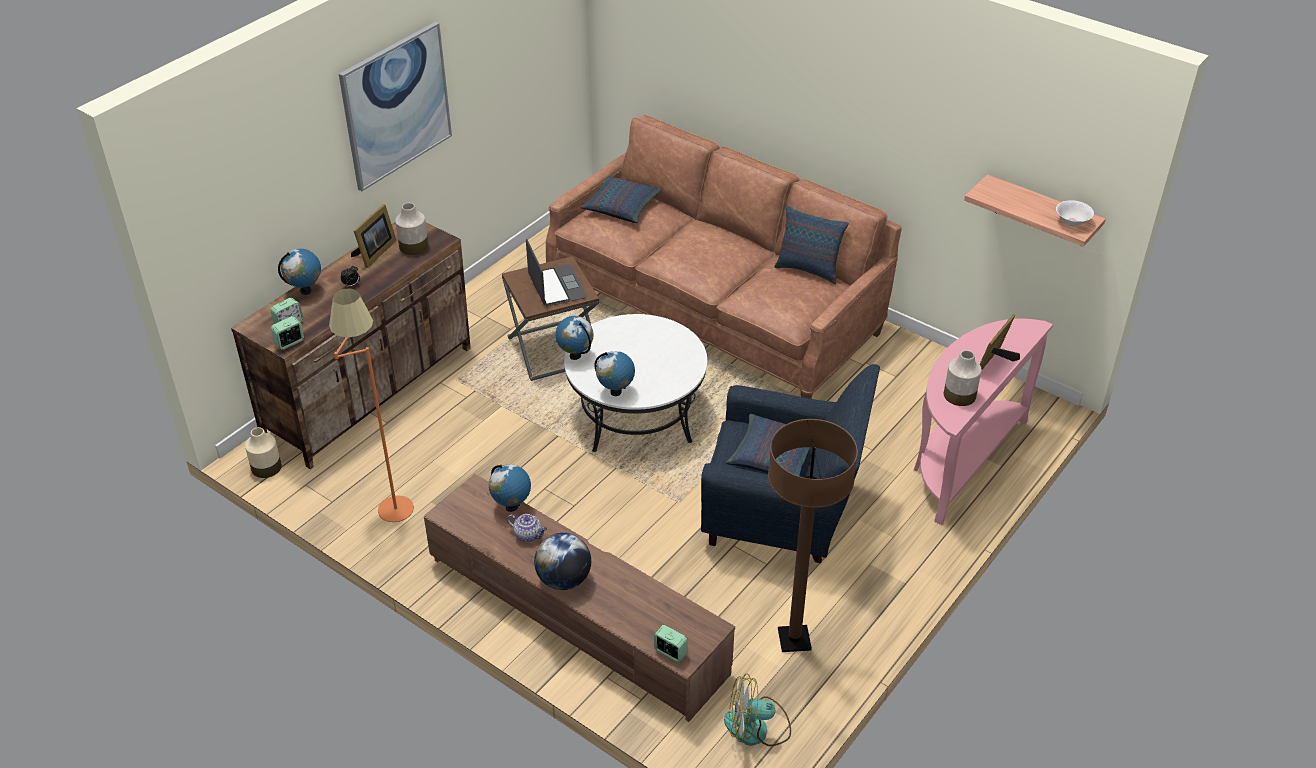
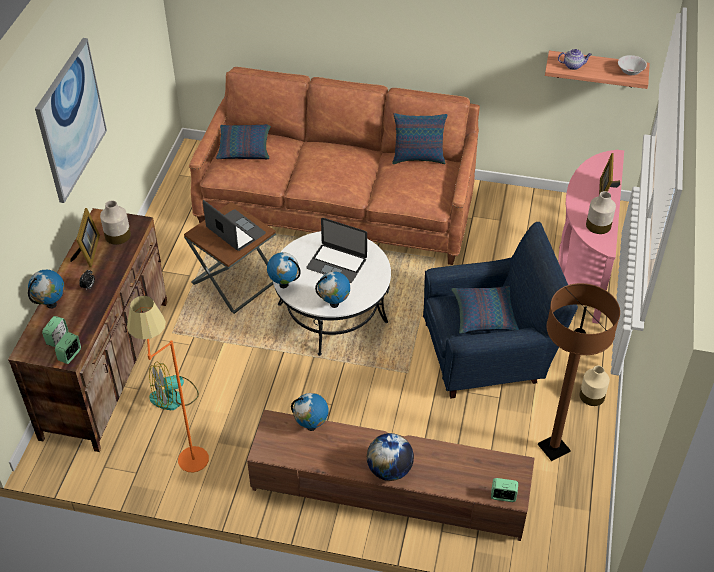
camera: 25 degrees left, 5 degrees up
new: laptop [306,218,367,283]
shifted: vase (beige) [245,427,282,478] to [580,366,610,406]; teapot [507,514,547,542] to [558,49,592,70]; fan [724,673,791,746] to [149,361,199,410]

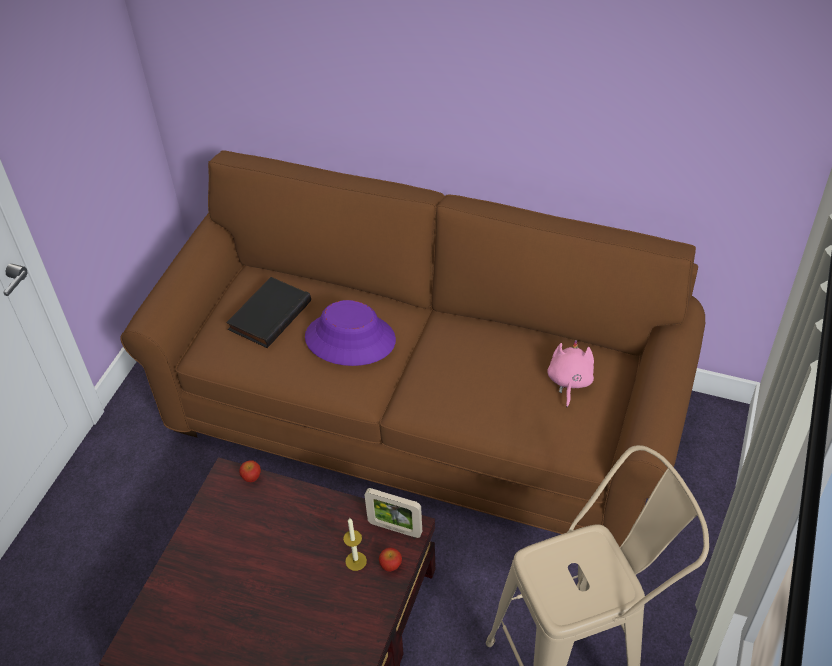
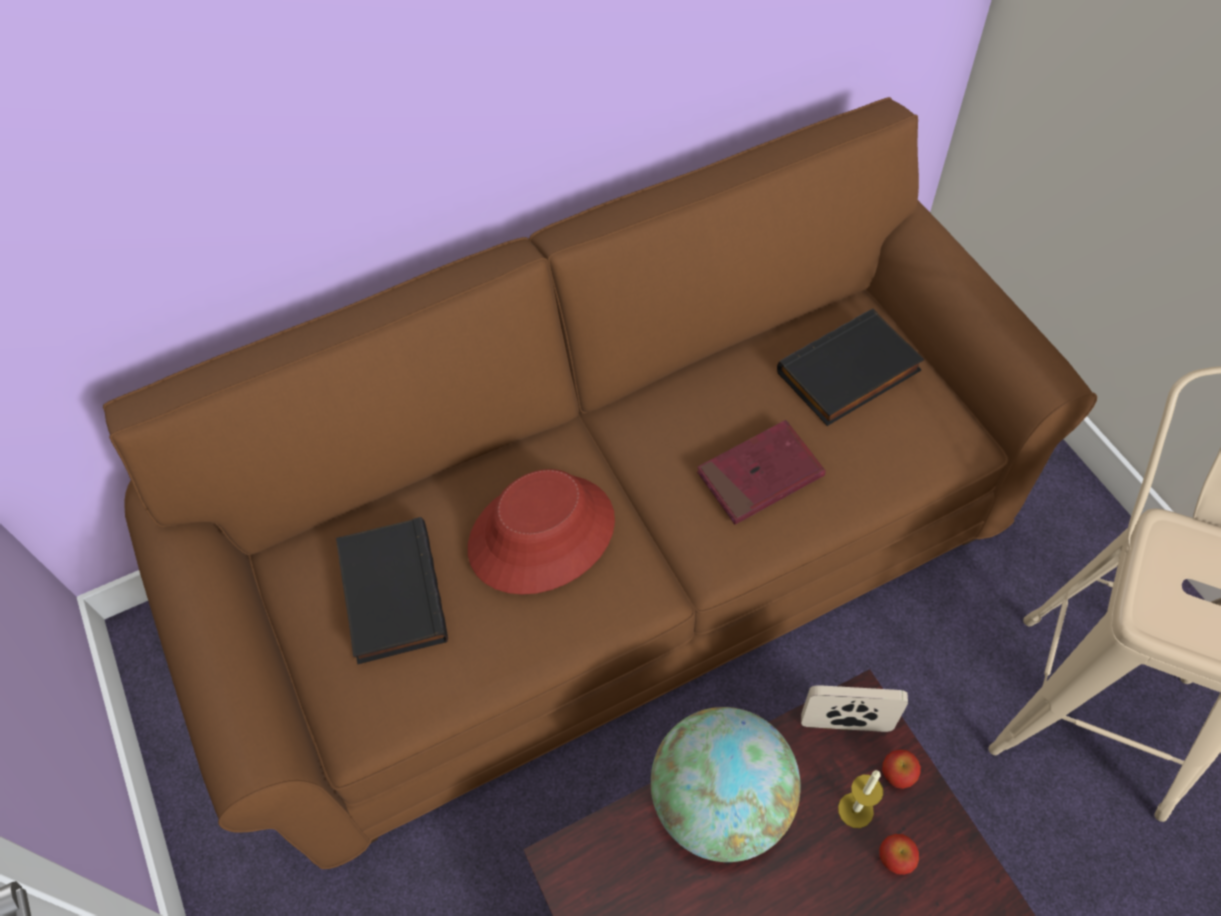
camera: 45 degrees left, 10 degrees up
new: globe [651,707,801,862]; book (red) [697,420,826,525]
shifted: apple [239,460,261,482] to [879,834,919,875]
swapped: plush toy (pink) [547,340,594,407] to book (black) [777,309,925,426]
repainted: hat (purple) [305,300,396,366] to hat (red) [468,469,615,594]
rotated: picture frame [365,488,422,538] = [801,685,908,732] 150 degrees counterclockwise

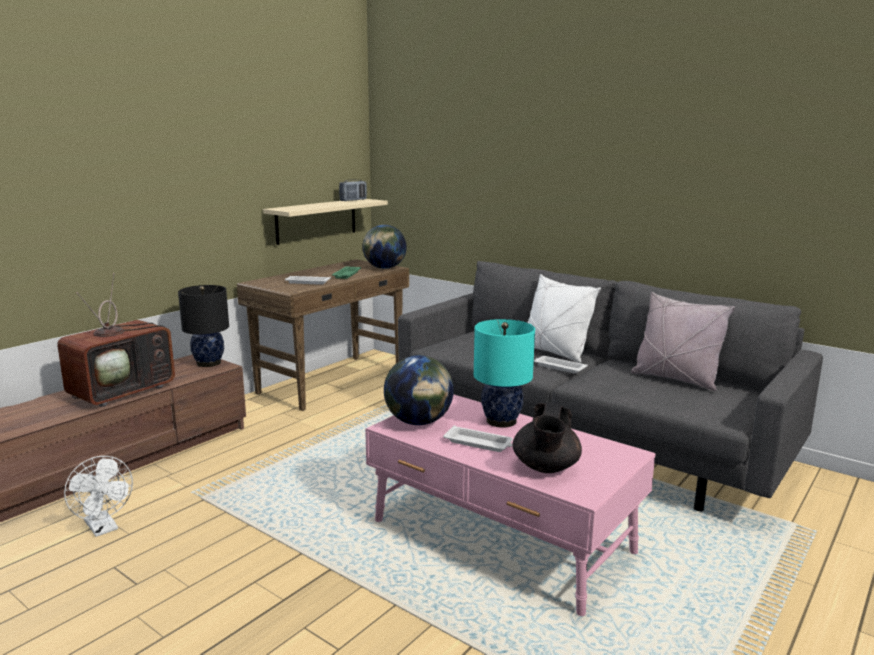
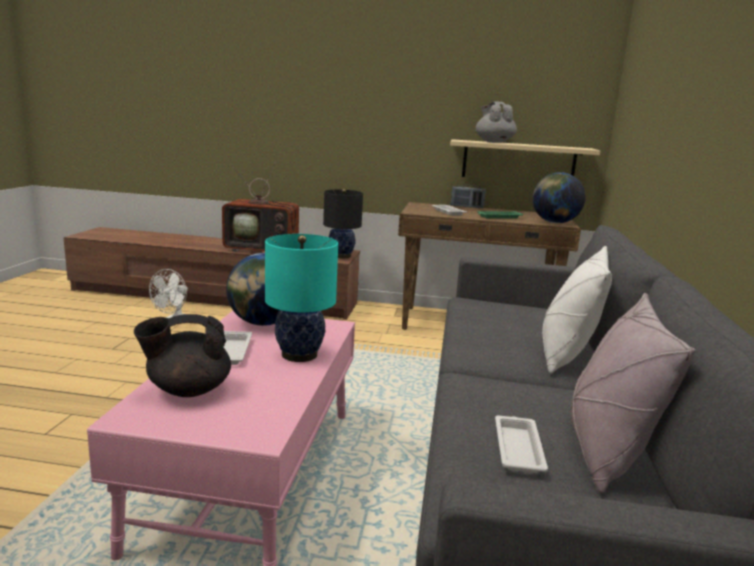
camera: 60 degrees right, 0 degrees up
new: teapot (grey) [475,102,517,143]
shifted: radio [339,179,367,201] to [451,185,486,208]; tray (white) [534,356,588,374] to [495,416,548,473]

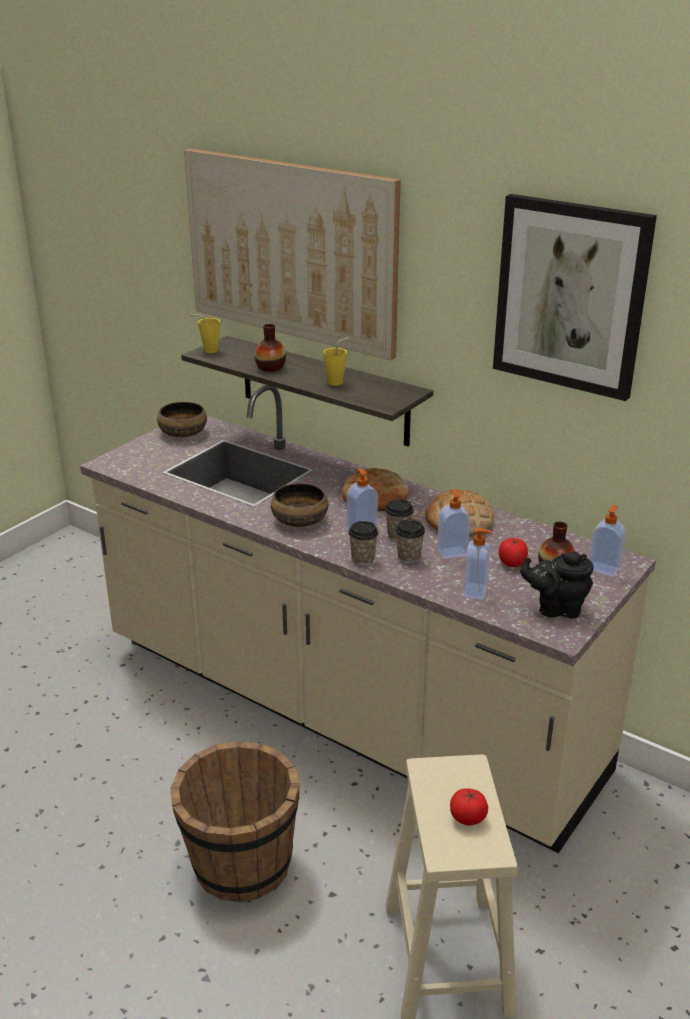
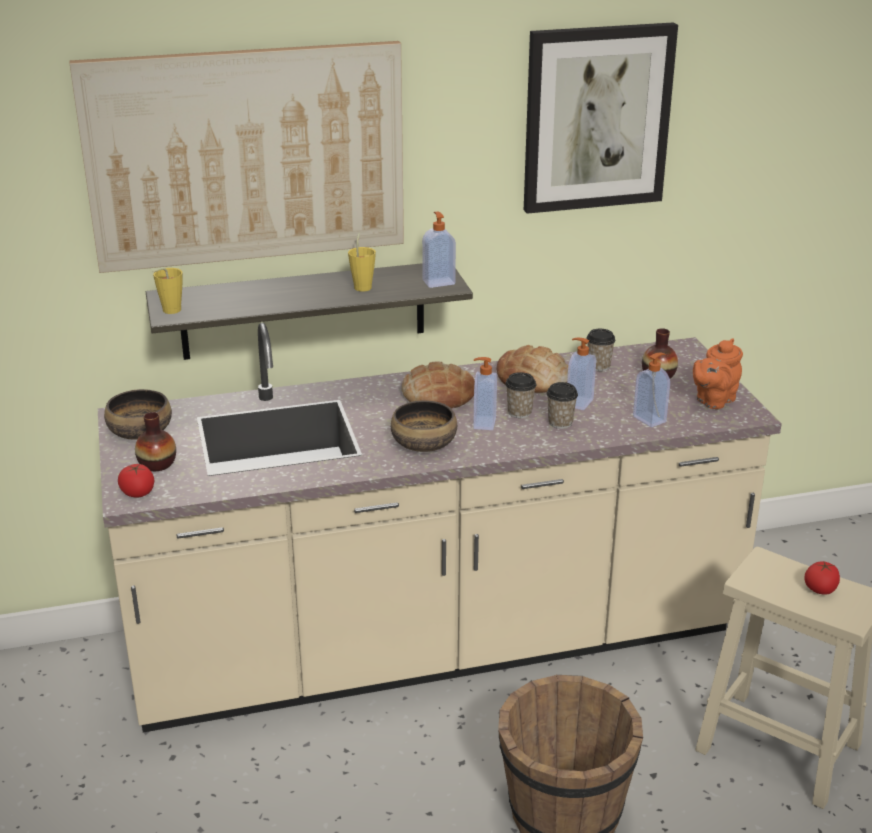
camera: 50 degrees left, 0 degrees up
shifted: vase [254,324,286,372] to [135,412,176,471]; cup [348,521,378,565] to [586,329,615,371]; tomato [499,538,528,567] to [118,464,154,498]; soap dispenser [589,505,626,577] to [422,212,456,288]
repainted: teapot (black) [520,551,593,619] to teapot (orange) [693,338,743,409]

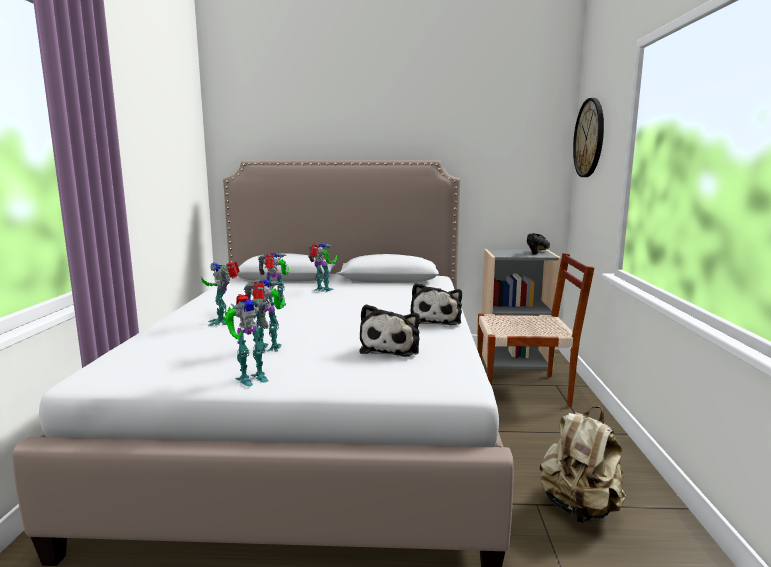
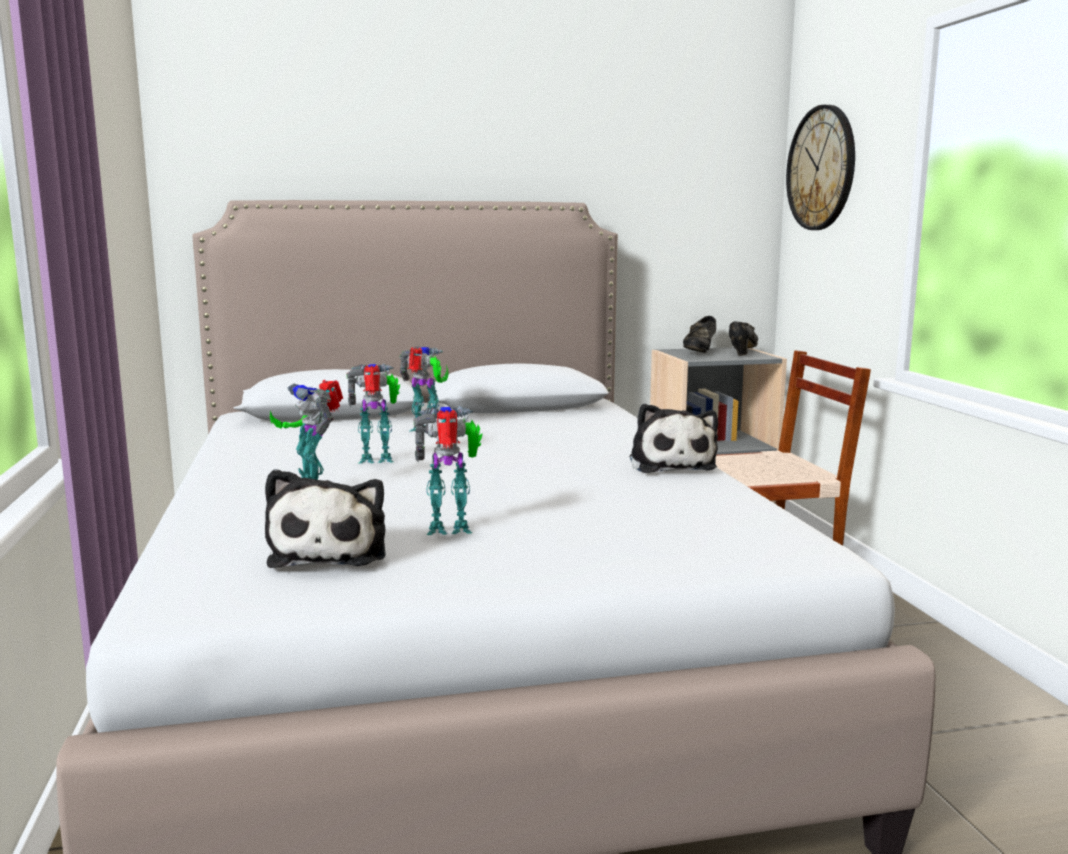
camera: 15 degrees left, 0 degrees up
gone: toy robot [223,294,268,386]; backpack (beige) [540,406,625,523]
new: shoe (black) [683,316,716,353]
shifted: plush toy [360,304,420,357] to [265,469,386,568]

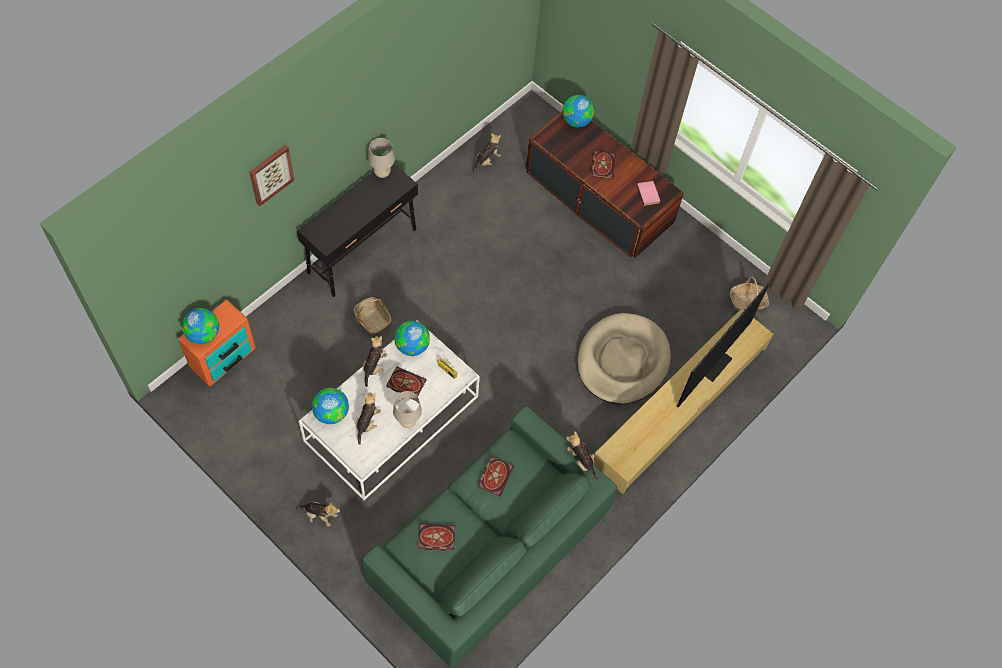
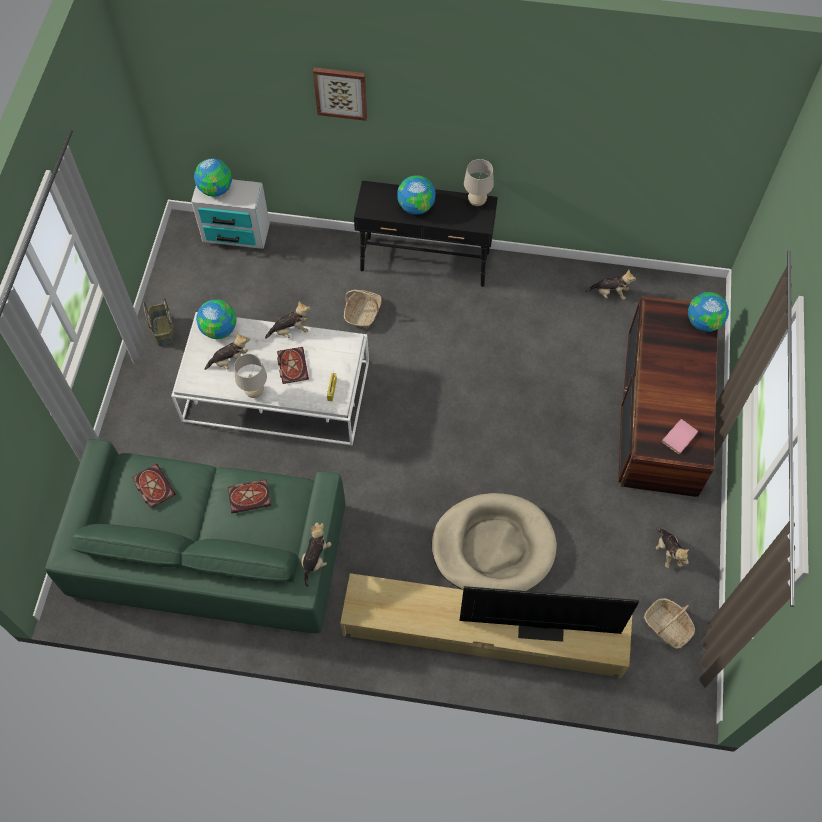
camera: 60 degrees right, 0 degrees up
gone: book [592,151,616,179]
new: basket [143,298,175,346]
shifted: plush toy [297,502,340,527] to [656,528,689,568]; globe [394,321,430,356] to [397,175,435,215]
repainted: nightstand (orange) [178,300,256,386] to nightstand (white) [191,179,270,249]

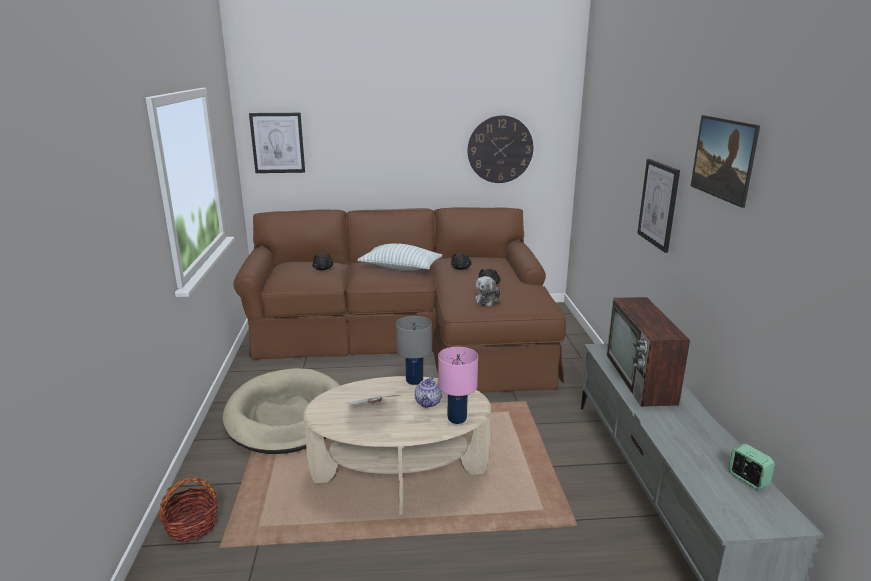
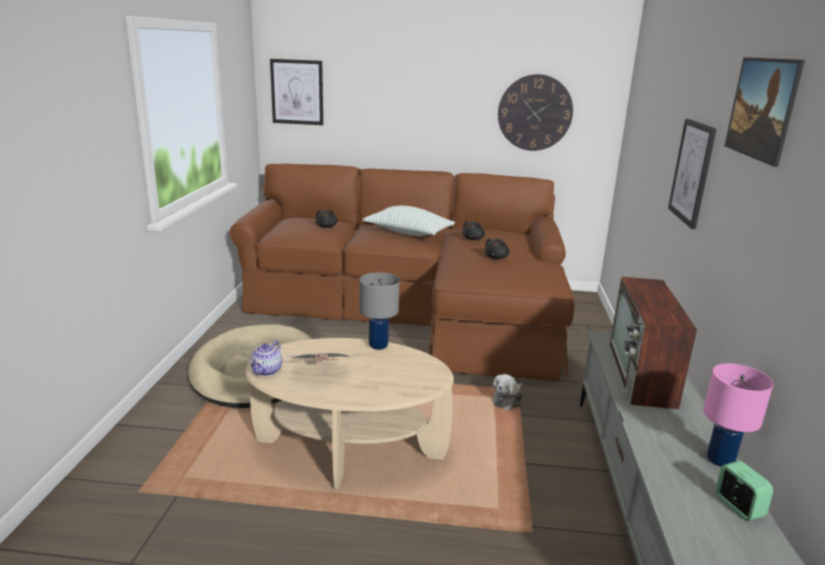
camera: 10 degrees right, 0 degrees up
gone: basket [158,477,218,543]
shifted: teapot [415,375,442,408] to [250,340,282,376]; table lamp (pink) [438,347,478,424] to [703,363,773,467]; plush toy [475,276,501,306] to [493,374,523,410]

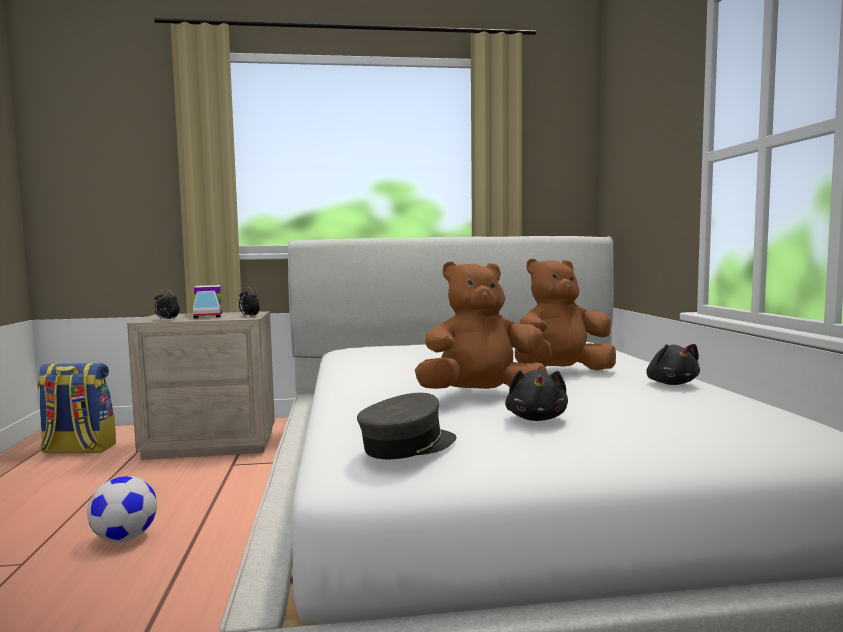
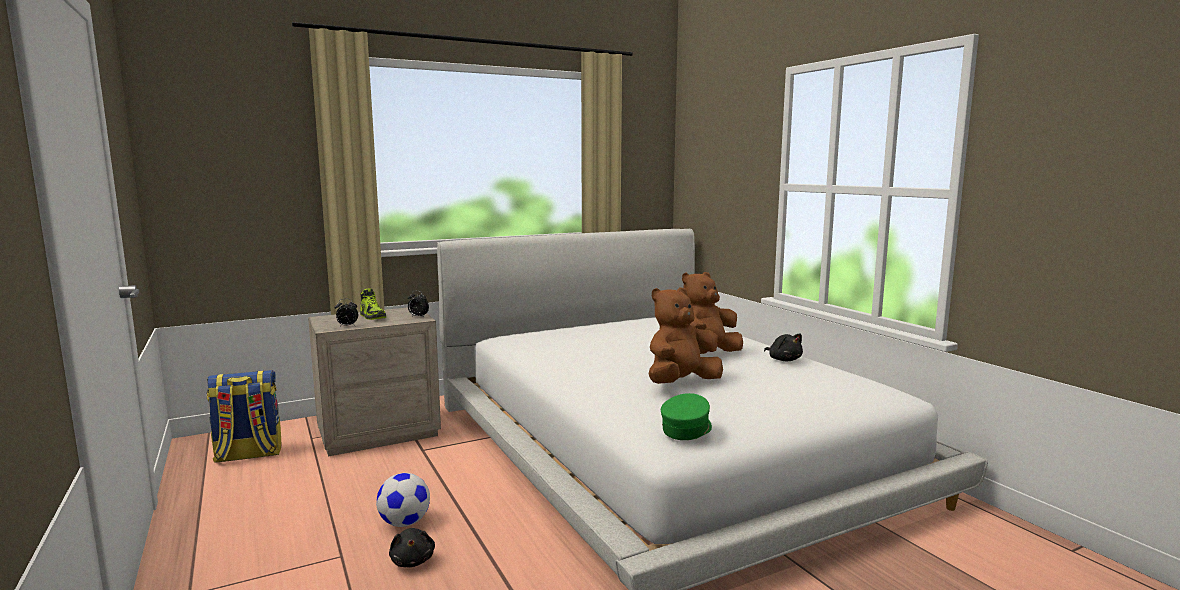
camera: 20 degrees left, 5 degrees up
shifted: plush toy (black) [505,369,568,421] to [389,528,435,567]
swapped: toy truck [193,285,222,318] to shoe [360,288,386,320]
repainted: cap (grey) [357,393,457,459] to cap (green) [661,393,712,440]

